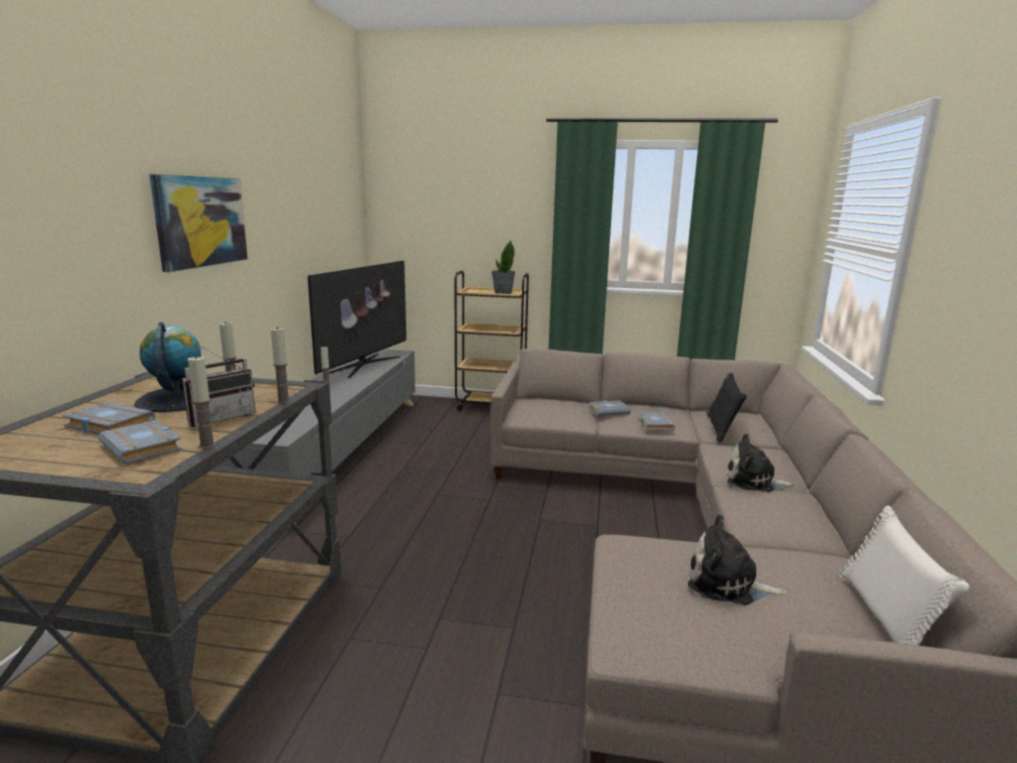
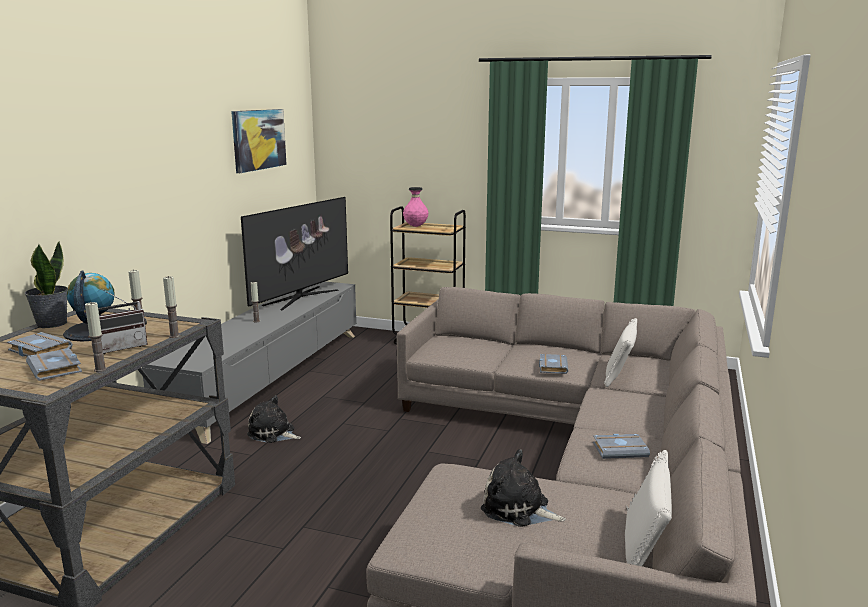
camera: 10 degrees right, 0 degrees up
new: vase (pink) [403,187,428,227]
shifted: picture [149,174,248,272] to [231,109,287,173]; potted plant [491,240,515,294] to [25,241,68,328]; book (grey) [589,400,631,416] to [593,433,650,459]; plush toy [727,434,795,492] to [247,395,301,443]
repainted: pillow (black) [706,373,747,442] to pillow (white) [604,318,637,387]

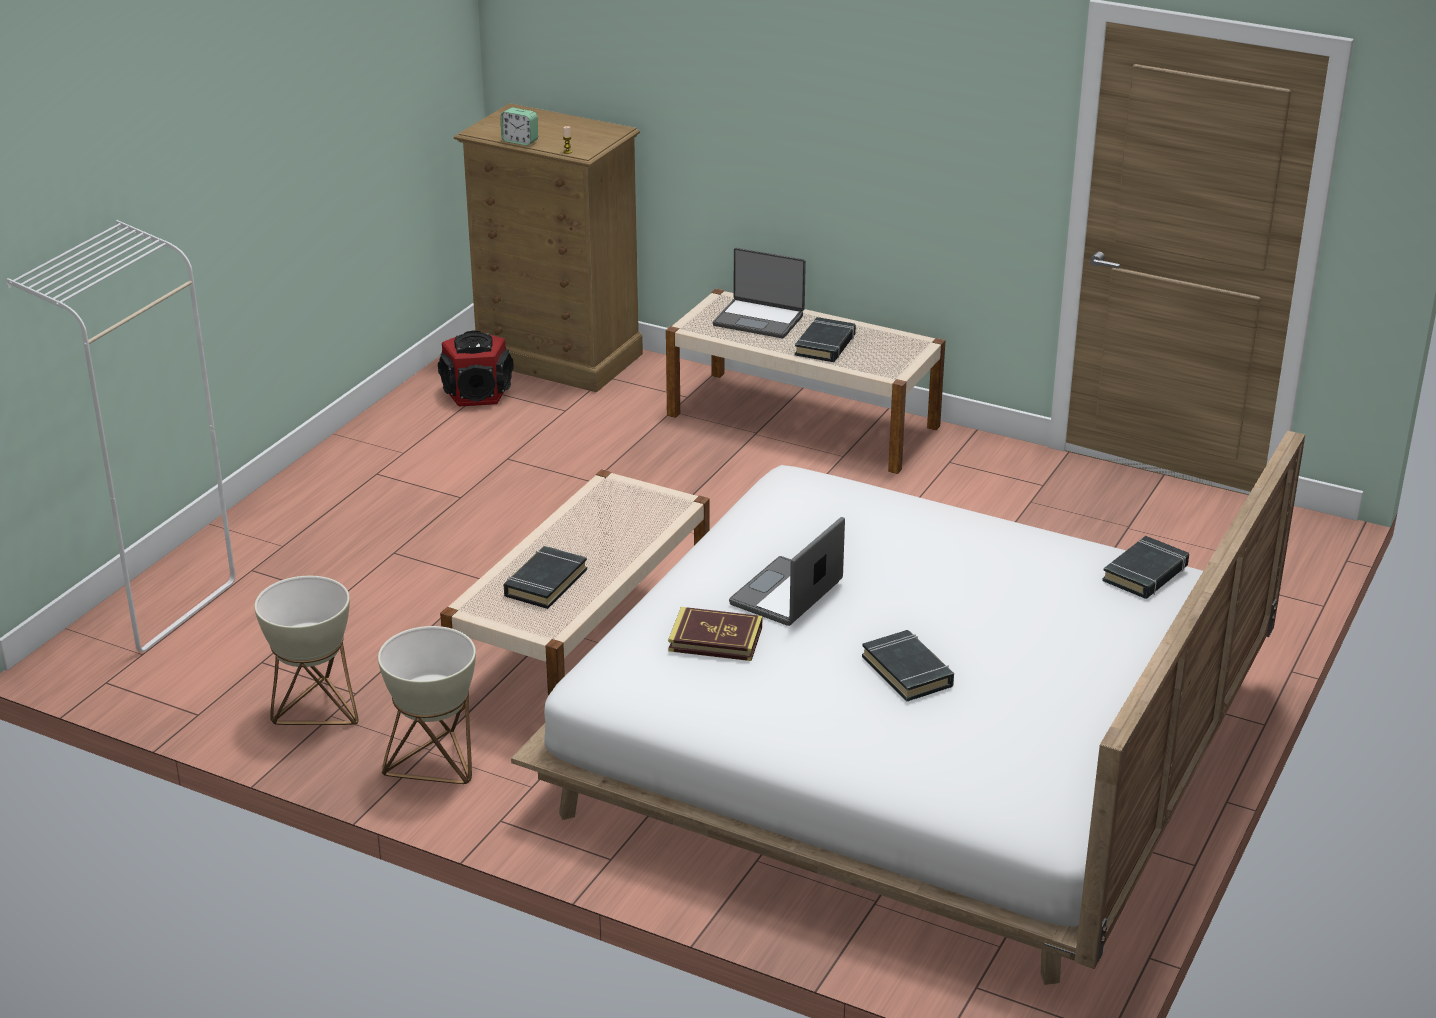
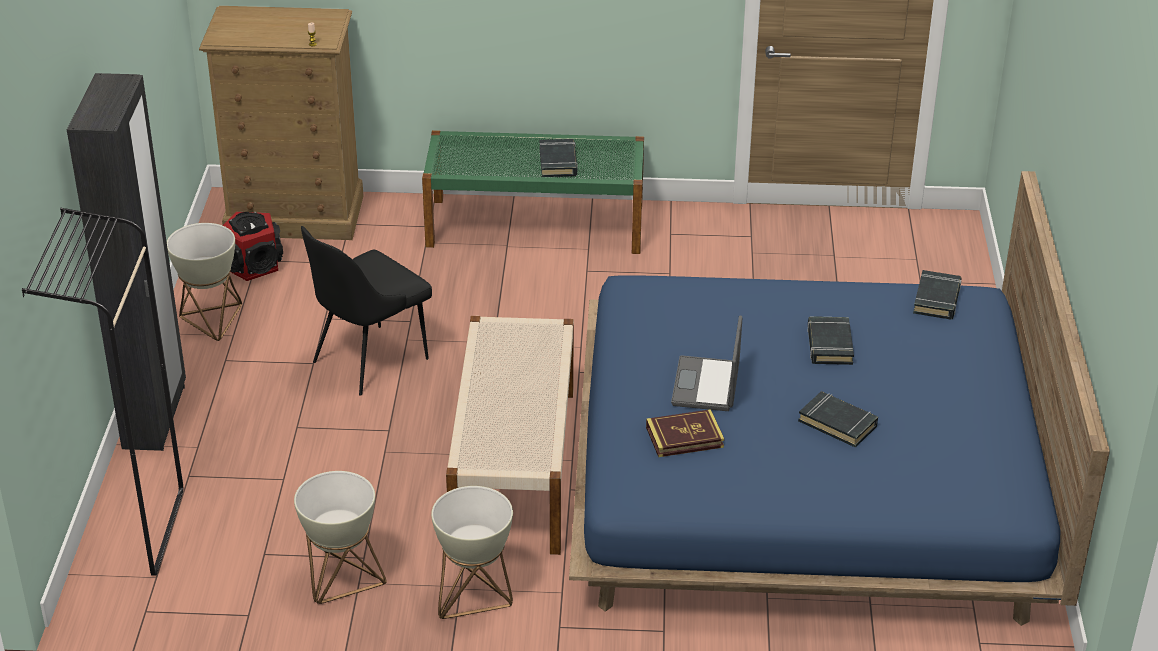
camera: 25 degrees left, 5 degrees up
gone: alarm clock [501,108,538,146]; laptop [713,247,806,338]
new: wardrobe (black) [67,73,186,451]; planter [167,223,242,341]; chair (black) [301,226,432,396]
shifted: book (black) [504,546,587,609] to [807,316,854,365]
repainted: clothes rack (white) [7,220,235,652] to clothes rack (black) [22,208,183,576]; bed (white) [511,431,1305,985] to bed (blue) [569,171,1110,626]; bench (beige) [666,289,946,474] to bench (green) [422,130,644,254]

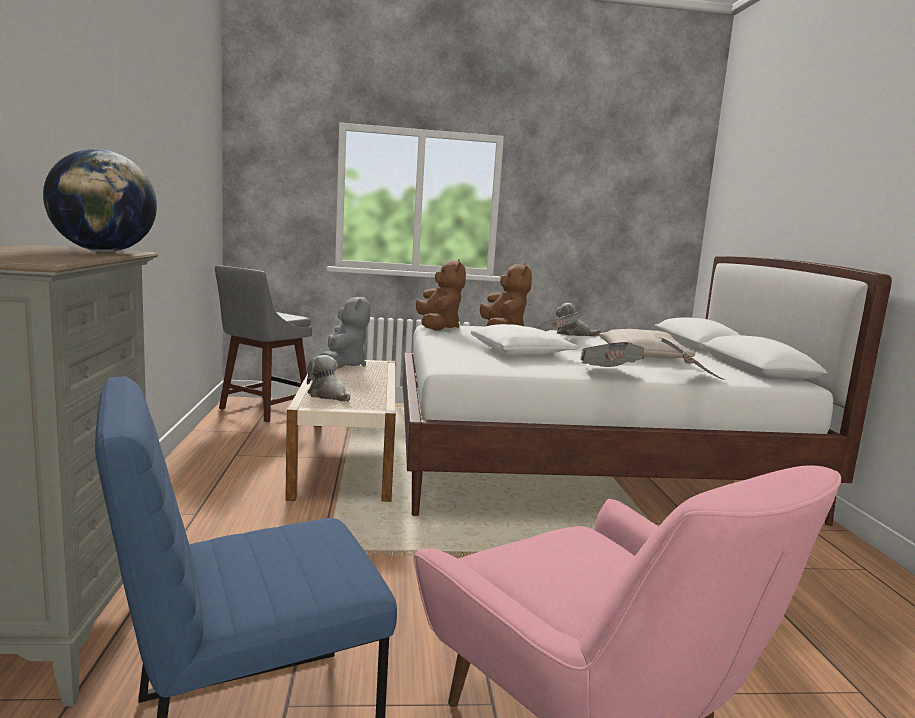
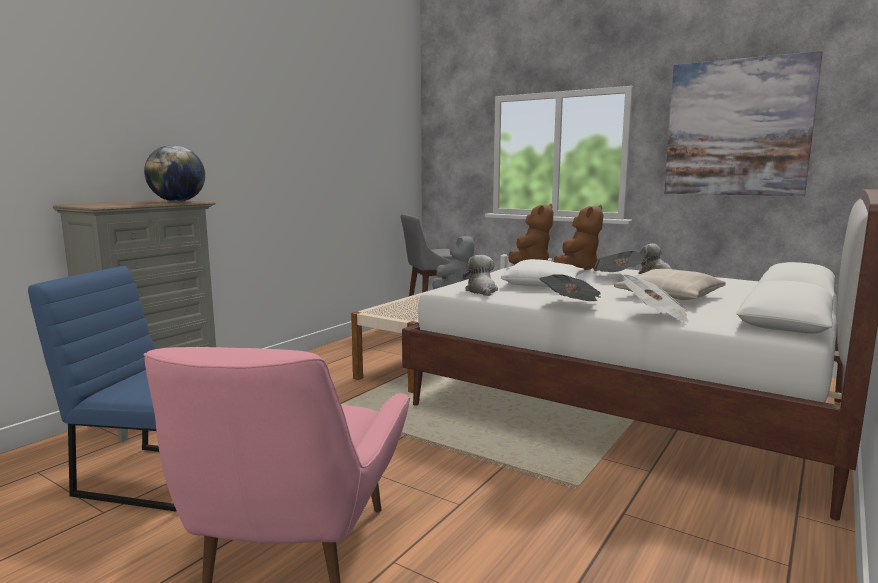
camera: 40 degrees right, 0 degrees up
new: picture [664,51,823,196]
shifted: plush toy [307,355,350,402] to [463,255,498,296]

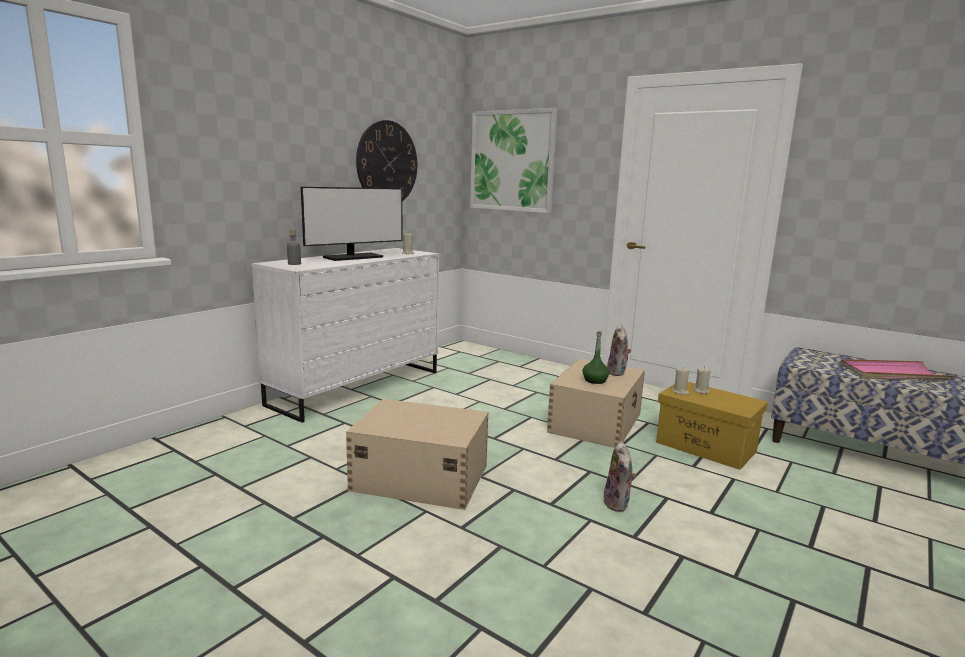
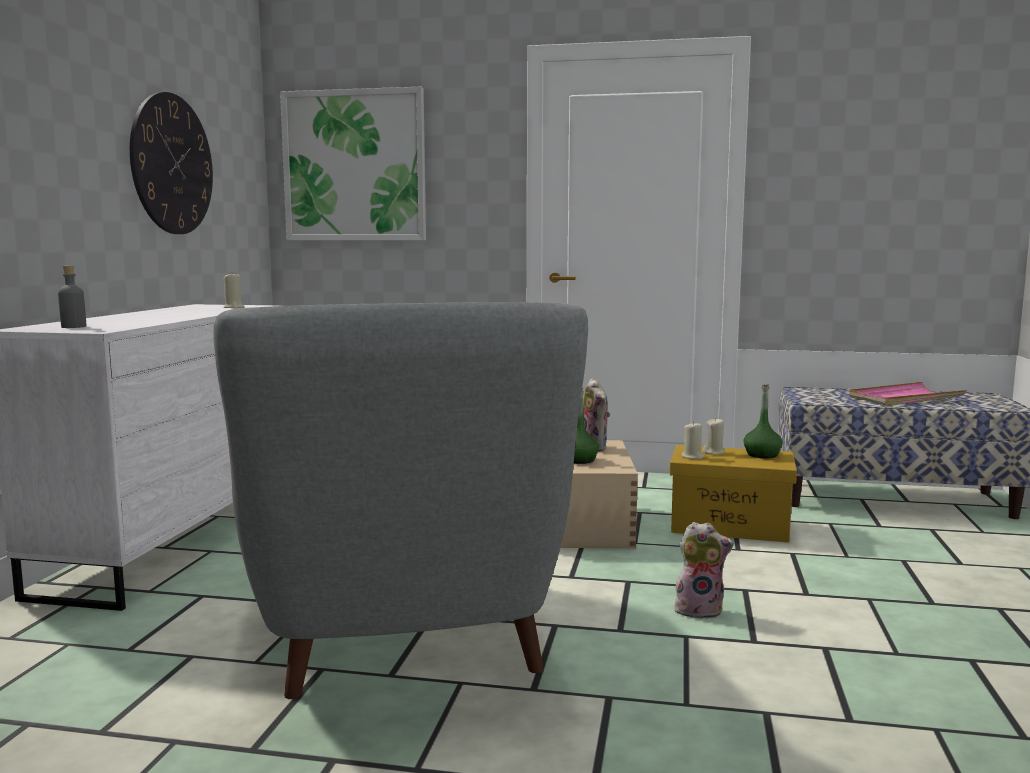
camera: 25 degrees left, 5 degrees down
gone: monitor [301,187,402,261]
new: bottle (green) [743,385,783,458]
swapped: storage box (beige) [346,399,488,510] to armchair (grey) [213,302,588,699]
rotated: plush toy [603,441,636,512] = [674,522,734,619] 60 degrees counterclockwise

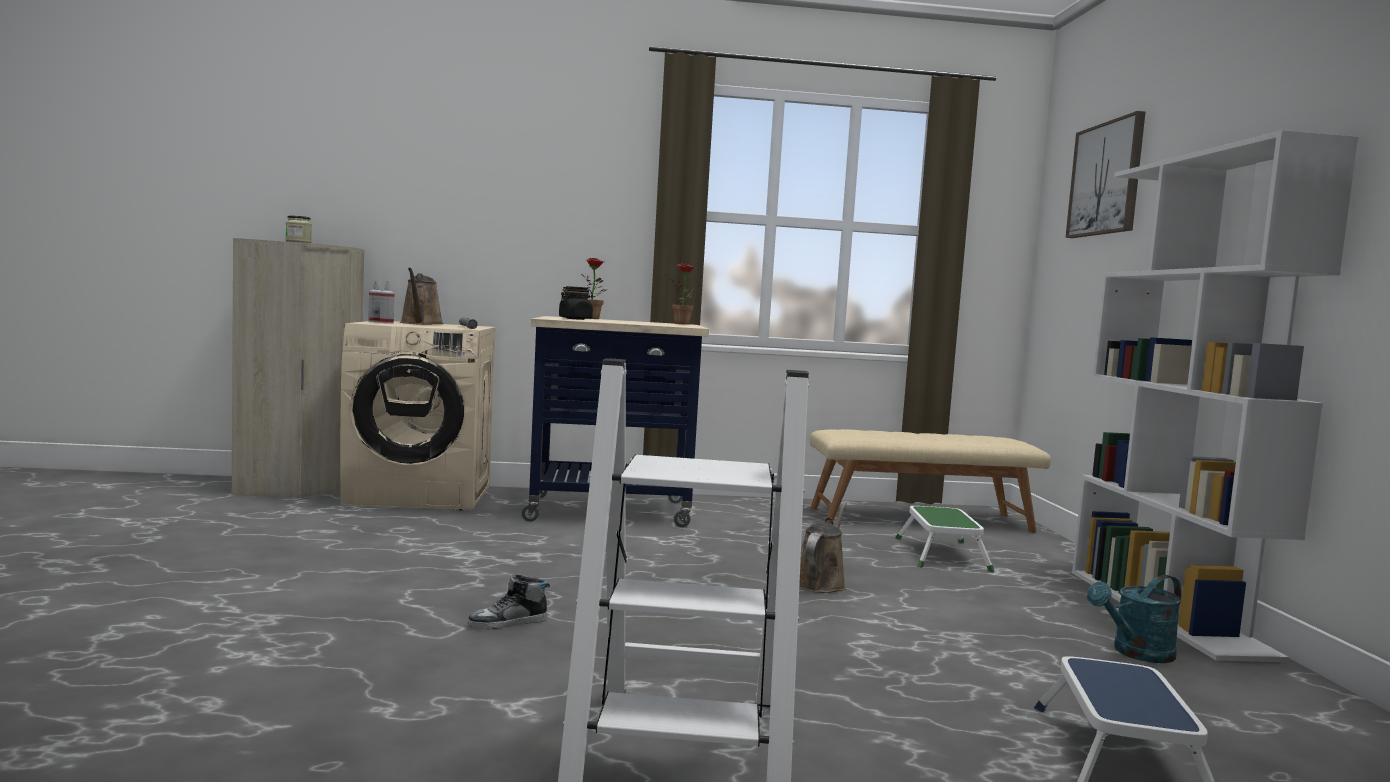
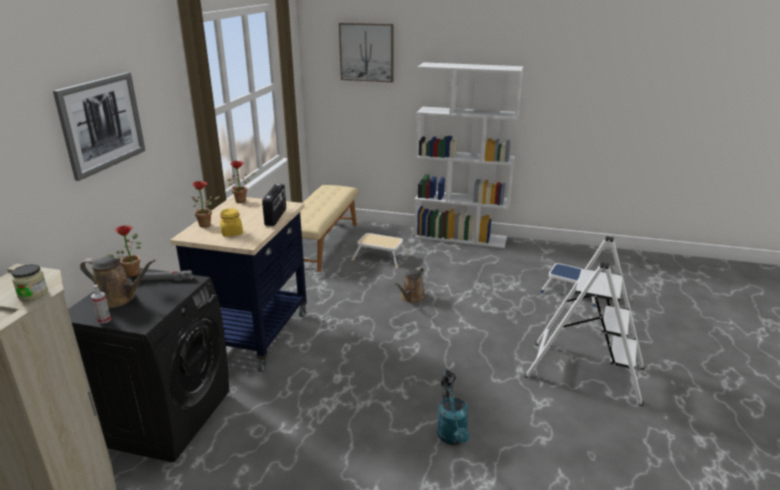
camera: 70 degrees left, 20 degrees up
gone: spray bottle [380,281,394,324]
new: picture [53,72,146,181]; potted plant [107,225,141,277]; radio [262,184,286,226]
shifted: watering can (turquoise) [1087,575,1182,663] to [437,389,470,445]
repainted: washing machine (beige) [340,321,496,511] to washing machine (black) [68,268,229,462]; jar (black) [559,286,593,320] to jar (yellow) [220,208,243,237]; step ladder (green) [895,506,995,572] to step ladder (beige) [351,233,409,268]
rotated: watering can (brown) [799,502,847,593] = [395,267,426,303] 105 degrees counterclockwise

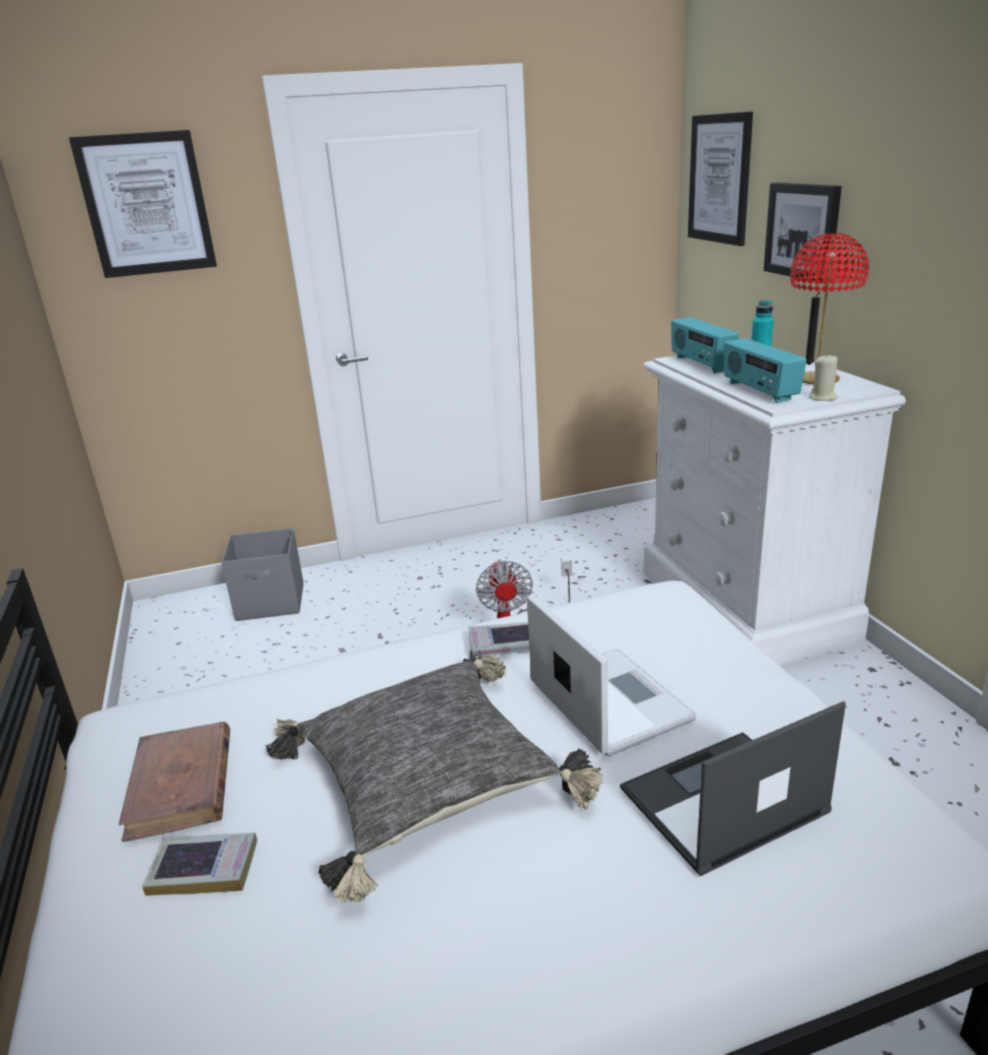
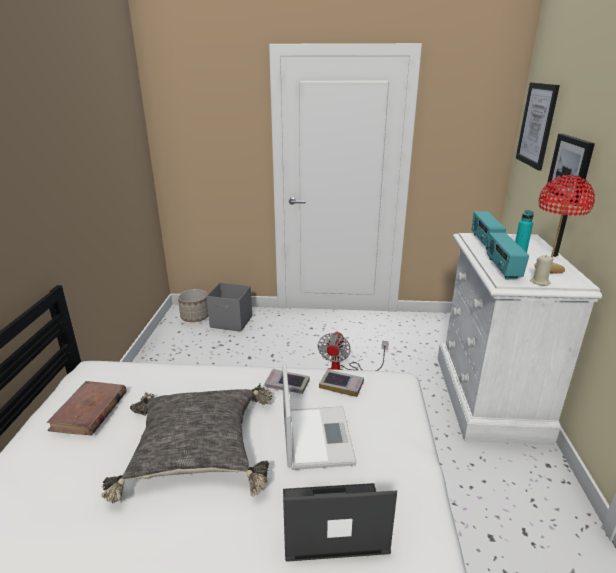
camera: 20 degrees right, 0 degrees up
gone: picture [69,130,217,278]
new: planter [178,289,209,322]
shifted: book [142,833,257,896] to [319,369,364,397]

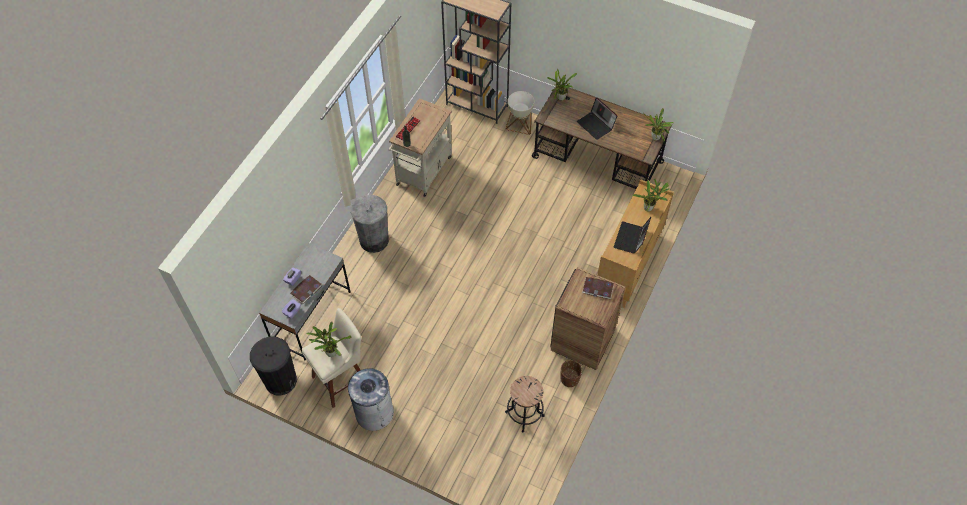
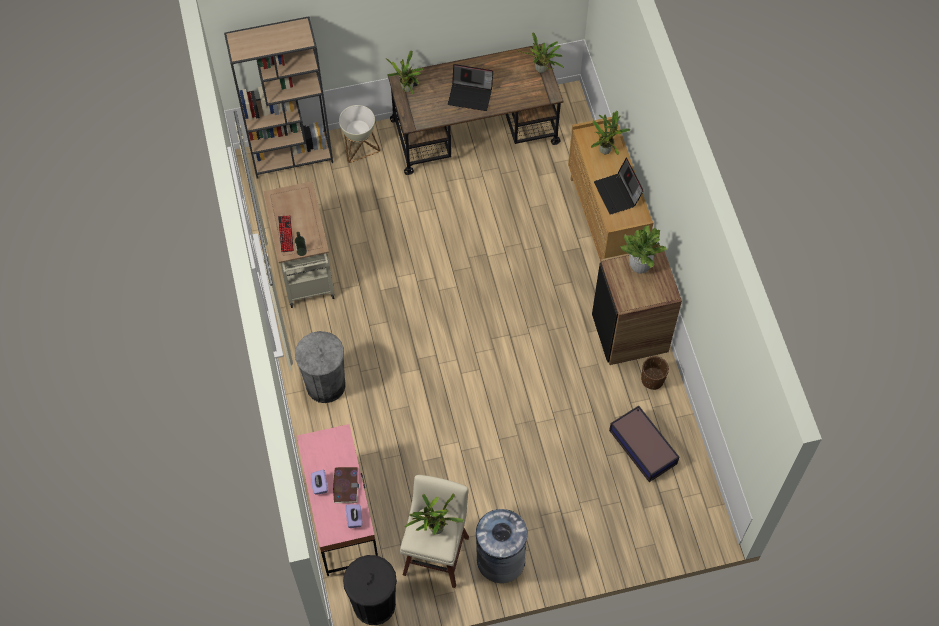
camera: 40 degrees left, 5 degrees up
swapped: stool (black) [505,376,545,432] to storage box [609,406,679,482]; book [582,277,614,299] to potted plant [620,226,667,274]
repainted: desk (grey) [259,243,351,361] to desk (pink) [297,424,378,576]

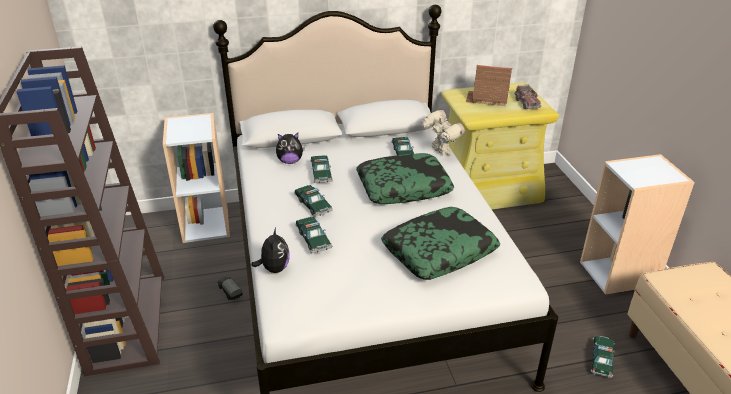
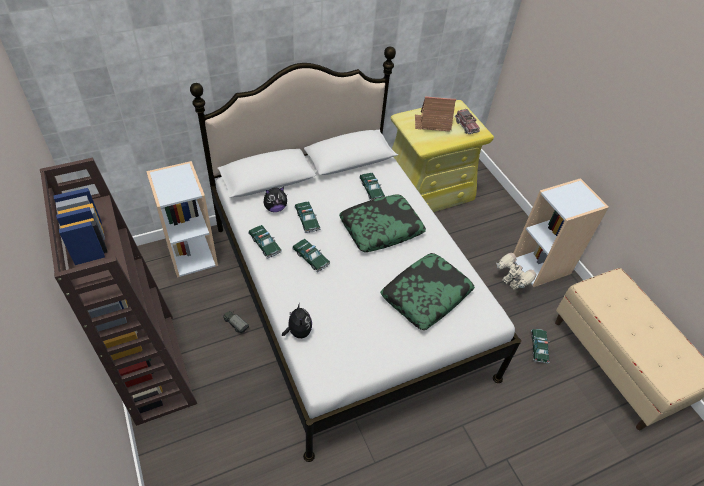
camera: 15 degrees left, 15 degrees up
shifted: toy car [295,216,332,253] to [248,225,282,259]; toy robot [421,110,465,156] to [496,253,536,290]

